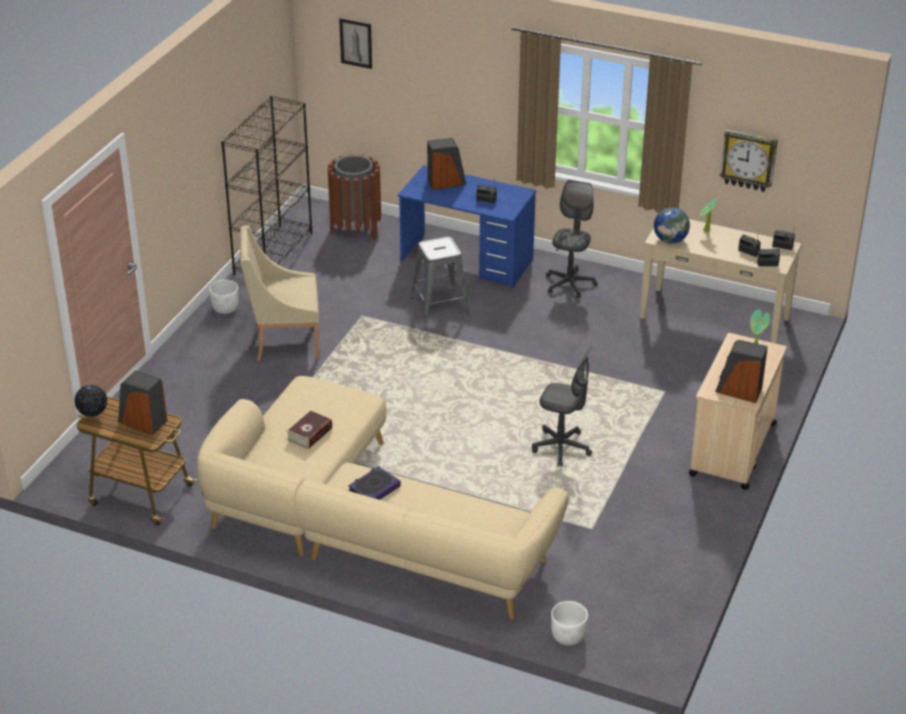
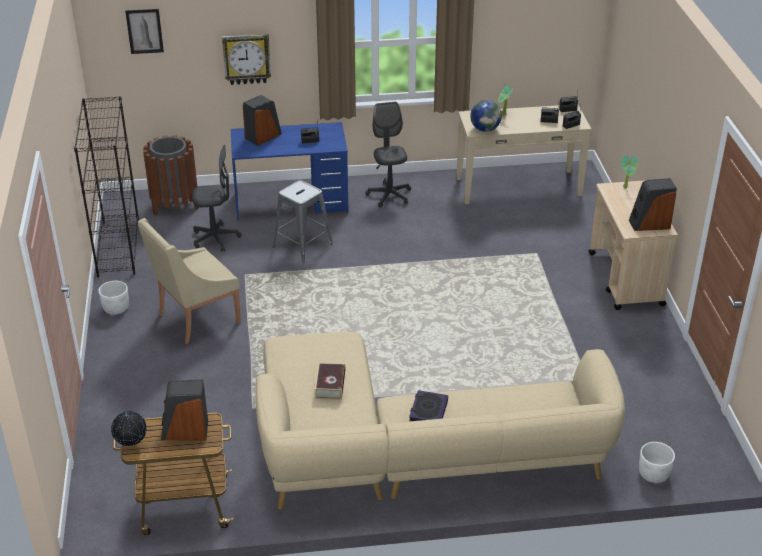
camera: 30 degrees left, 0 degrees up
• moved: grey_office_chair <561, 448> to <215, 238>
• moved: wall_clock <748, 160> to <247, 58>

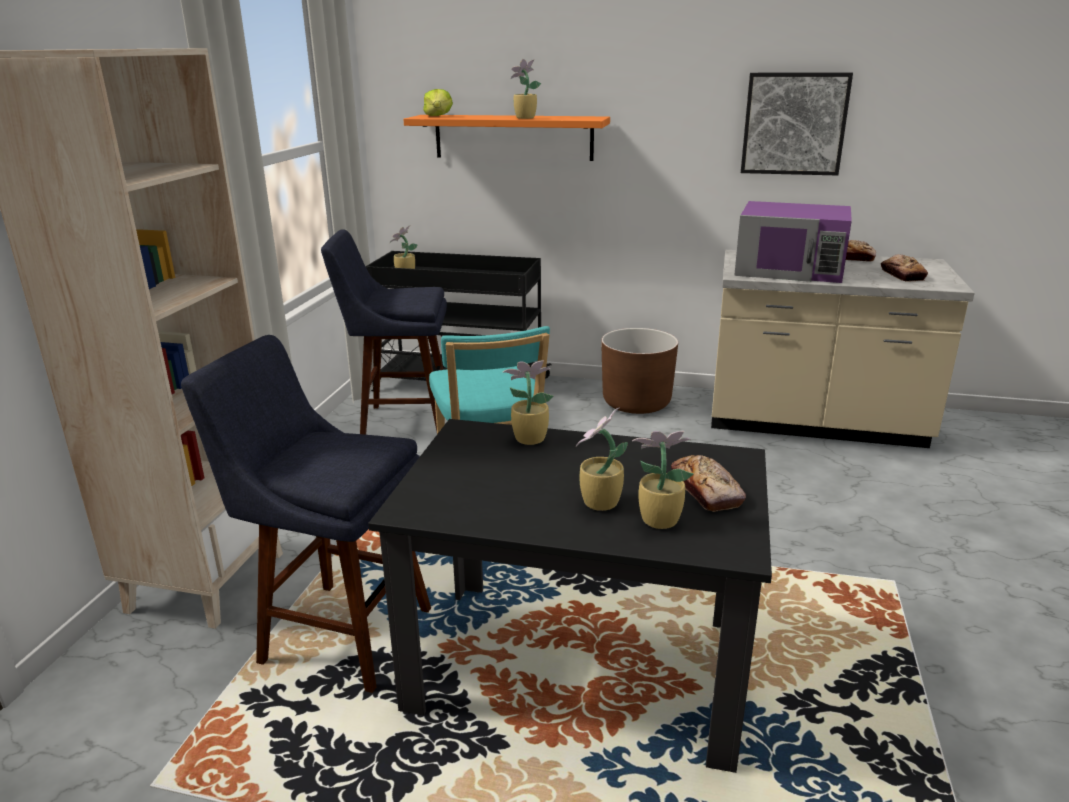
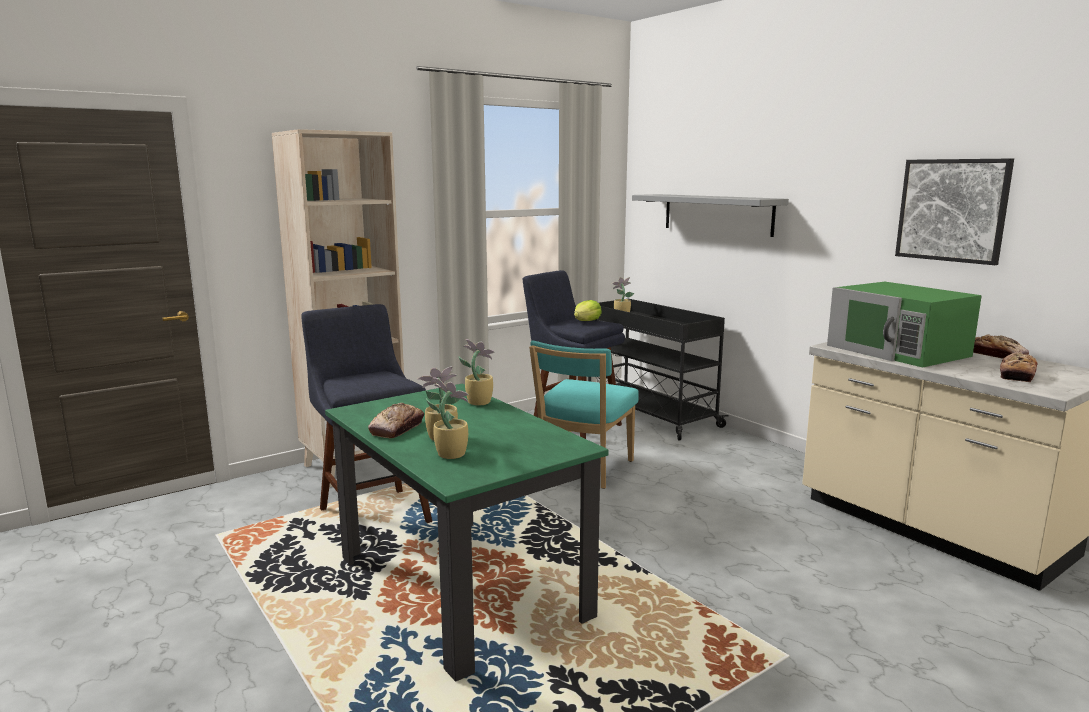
camera: 40 degrees right, 10 degrees down
• recoloured: black_dining_table <578, 668> to green_dining_table <461, 587>
• moved: bread <706, 491> to <397, 428>
• moved: lettuce <438, 116> to <586, 321>
• recoloured: orange_shelf <513, 137> to grey_shelf <717, 214>
• recoloured: purple_microwave <790, 269> to green_microwave <898, 351>
• removed: potted_plant <524, 118>
• removed: brown_planter <636, 403>

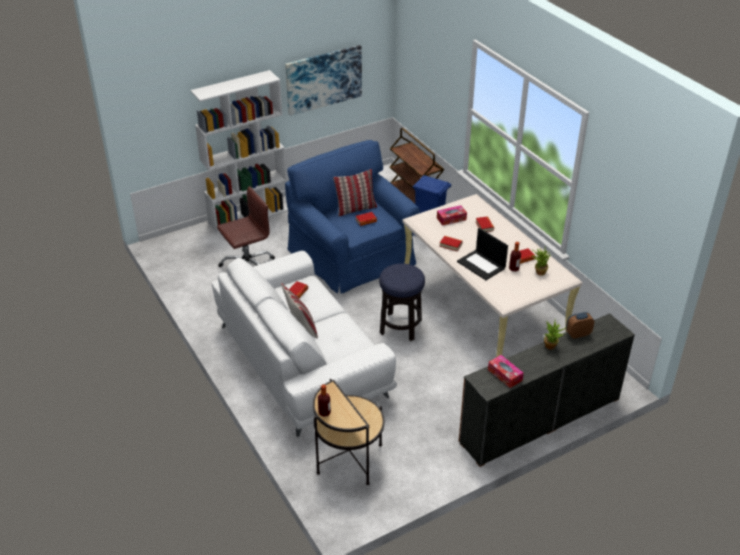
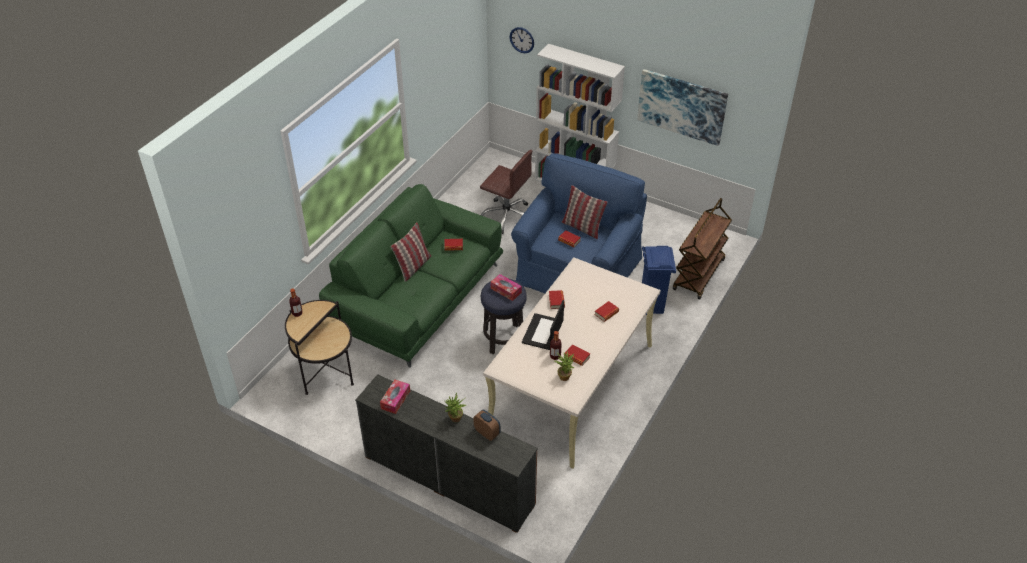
camera: 60 degrees right, 5 degrees up
• recoloured: white_sofa <302, 360> to green_sofa <417, 298>
• moved: tissue_box <451, 219> to <506, 290>
• added: wall_clock <522, 40>

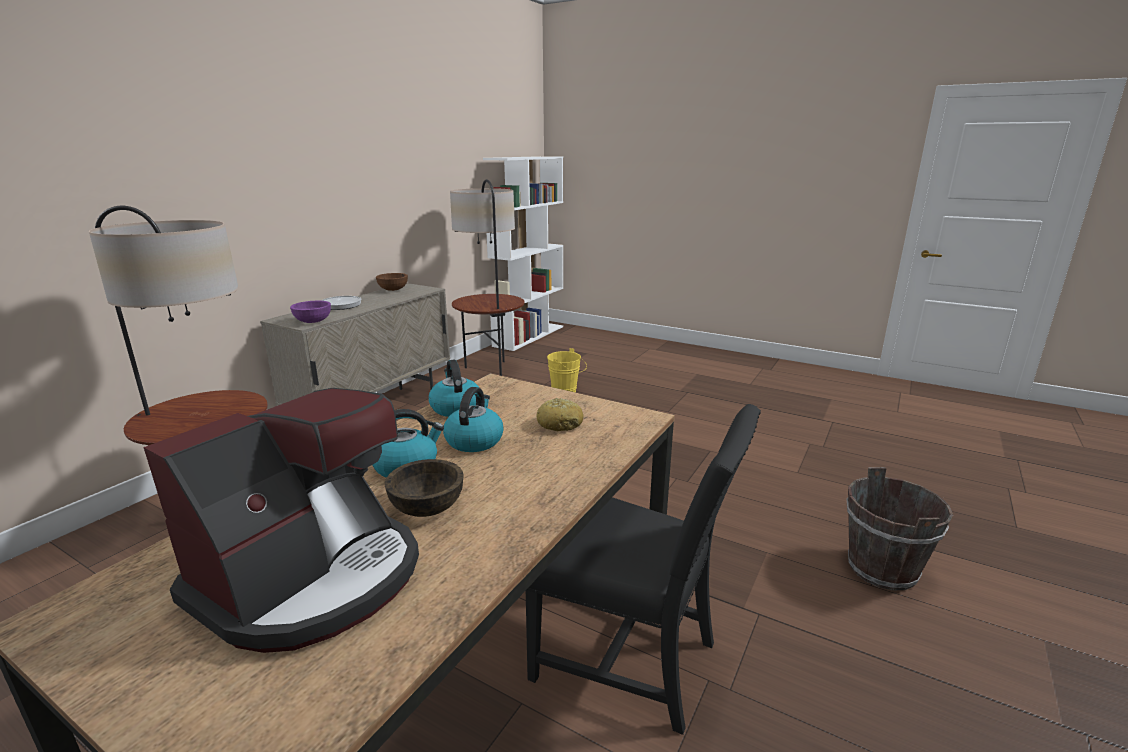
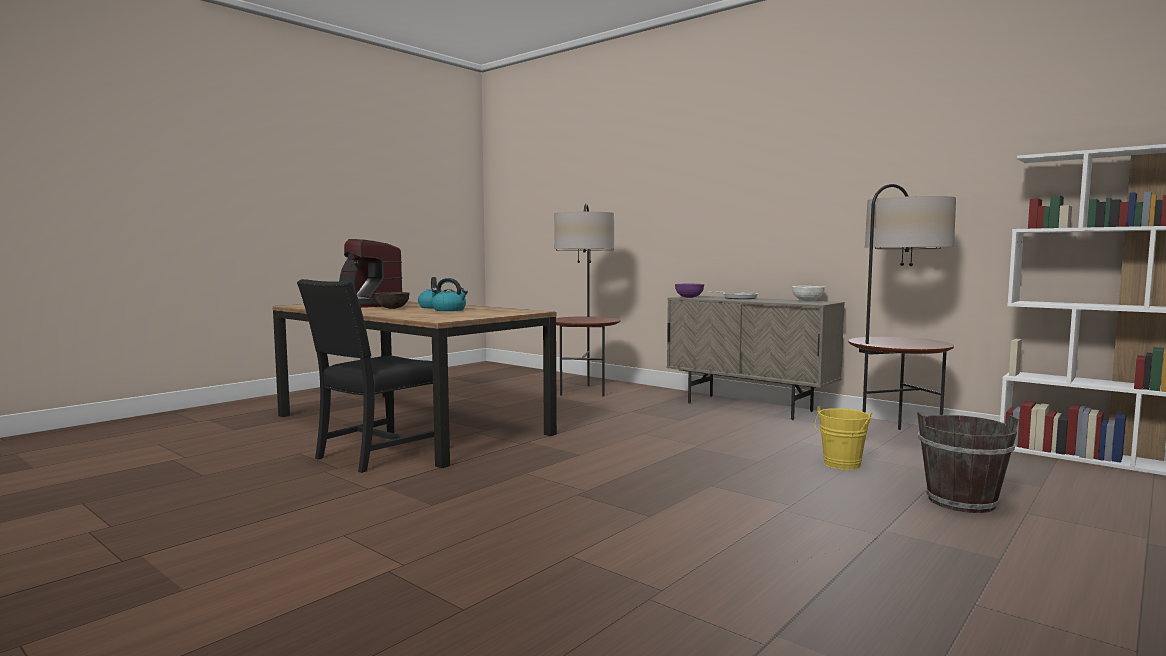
camera: 100 degrees right, 15 degrees down
• recoloured: brown_bowl <393, 290> to white_bowl <807, 300>
• moved: brown_bucket <881, 569> to <961, 501>
• removed: kettle <455, 408>
• removed: bread <560, 424>

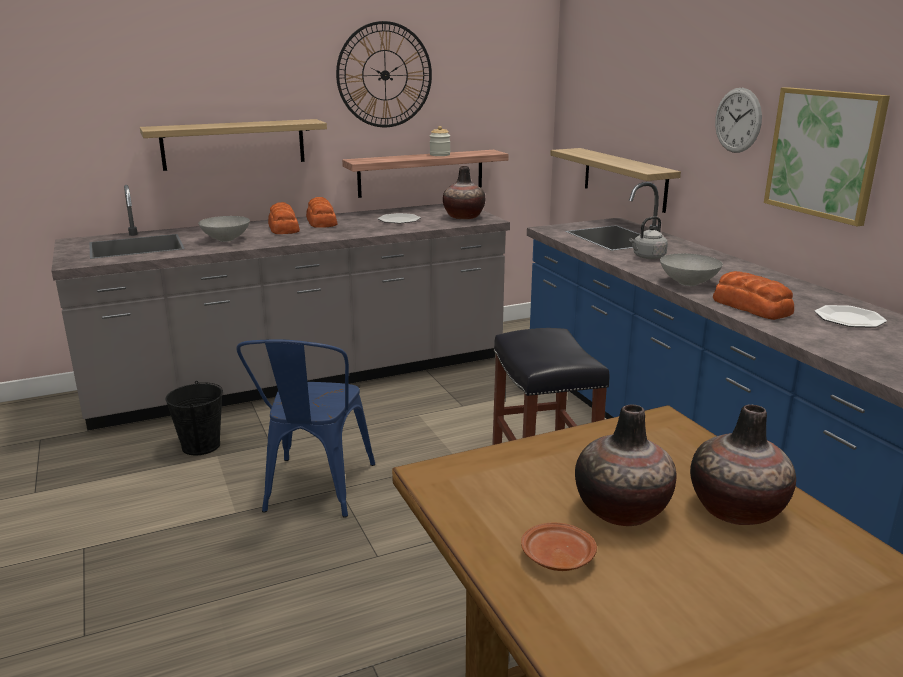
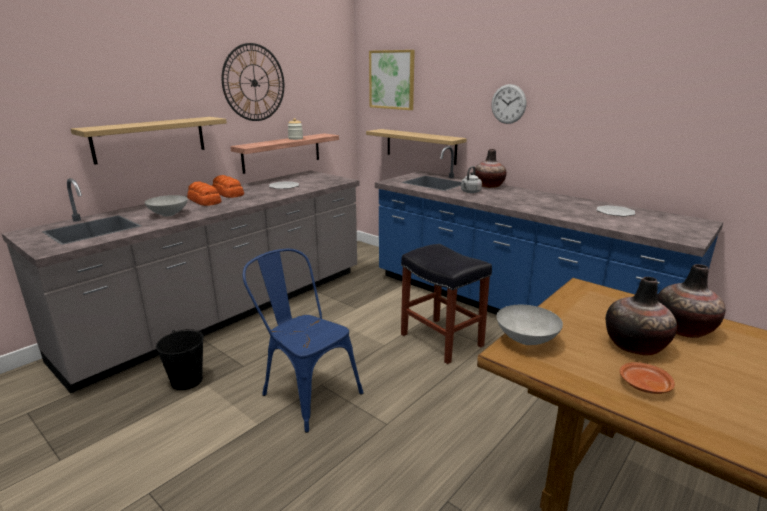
camera: 25 degrees left, 0 degrees up
• turned: blue_chair <314, 492> = <305, 392> 150 degrees clockwise
• moved: picture <824, 153> to <392, 80>
• moved: vase <463, 217> to <488, 186>
• moved: grey_bowl <689, 283> to <527, 340>
• removed: bread <751, 306>

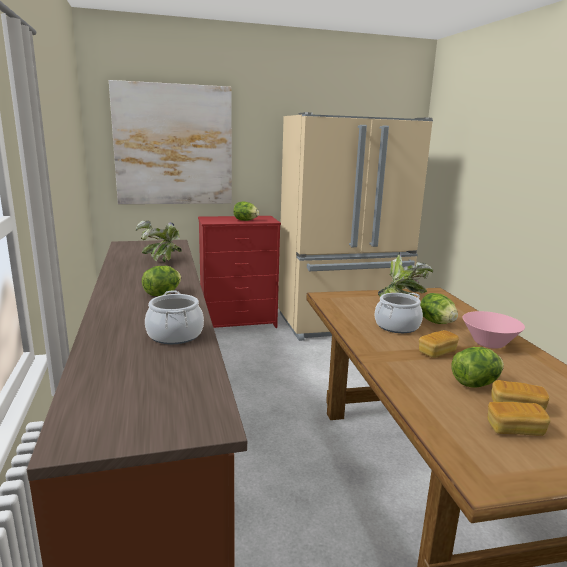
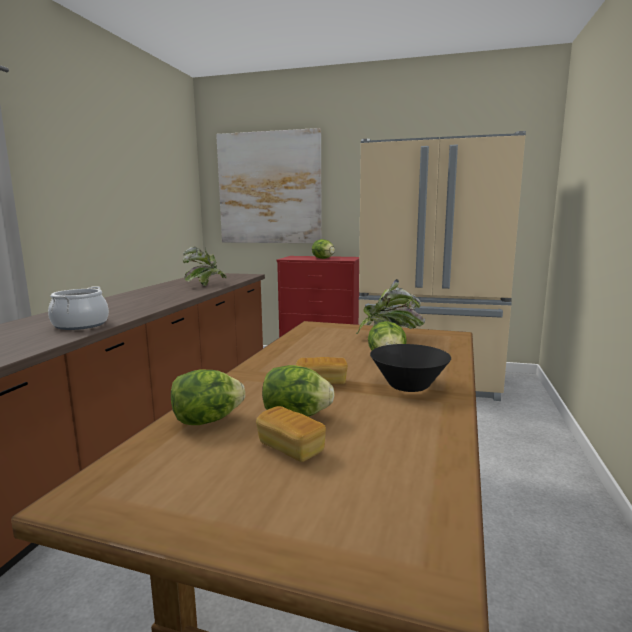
camera: 30 degrees right, 5 degrees down
• moved: lettuce <162, 294> to <207, 420>
• recoloured: pink_bowl <489, 343> to black_bowl <408, 386>
• removed: cooking_pot <396, 326>
• removed: bread <514, 429>

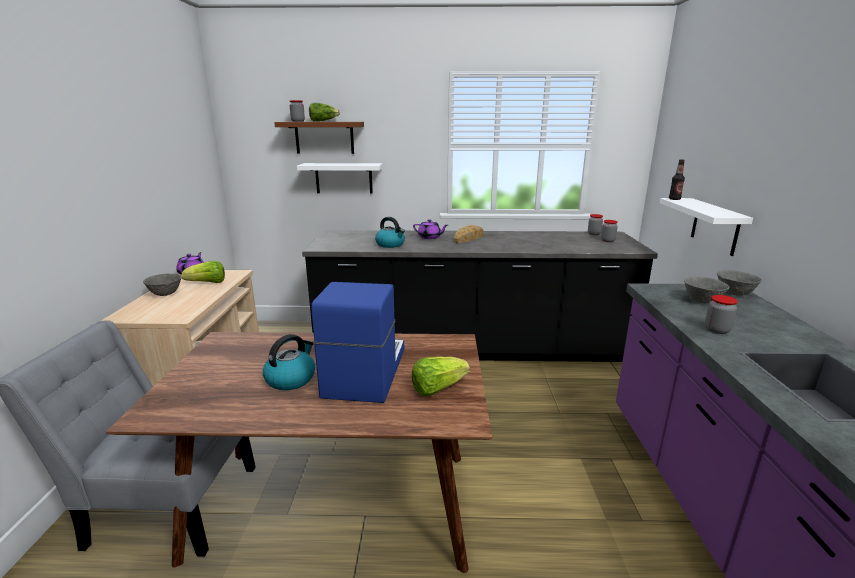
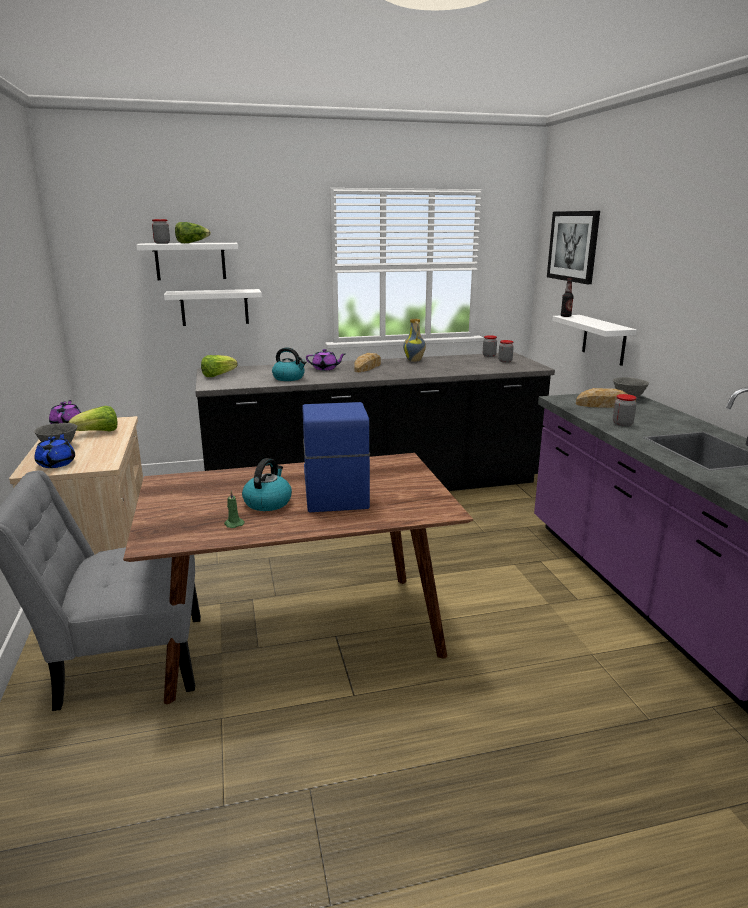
camera: 15 degrees left, 0 degrees up
• added: blue_teapot <57, 463>
• recoloured: brown_shelf <324, 137> to white_shelf <190, 261>
• moved: lettuce <437, 388> to <218, 375>
• added: green_candle <233, 524>
• added: vase <414, 360>
• added: picture <573, 246>
• replaced: grey_bowl <702, 301> to bread <605, 405>

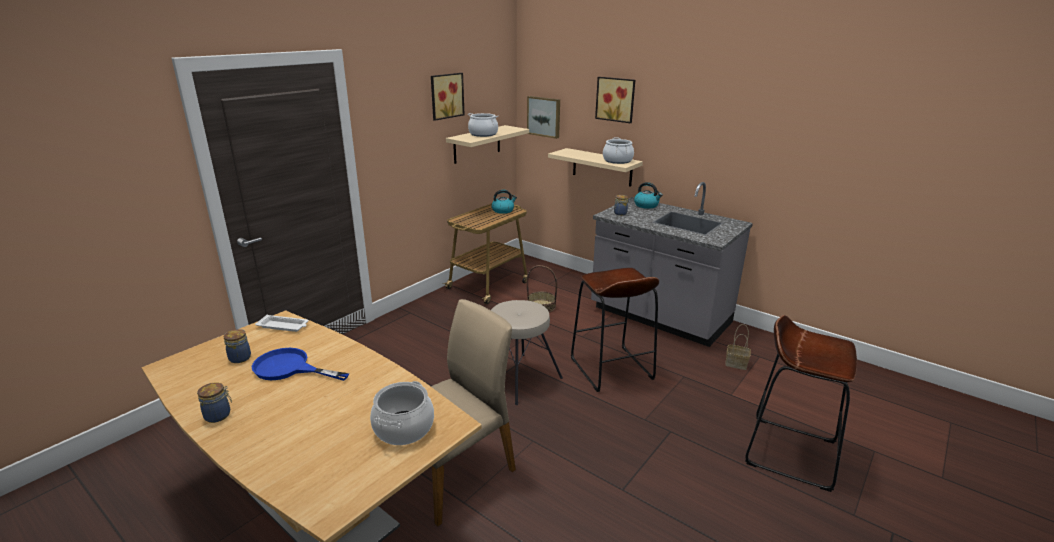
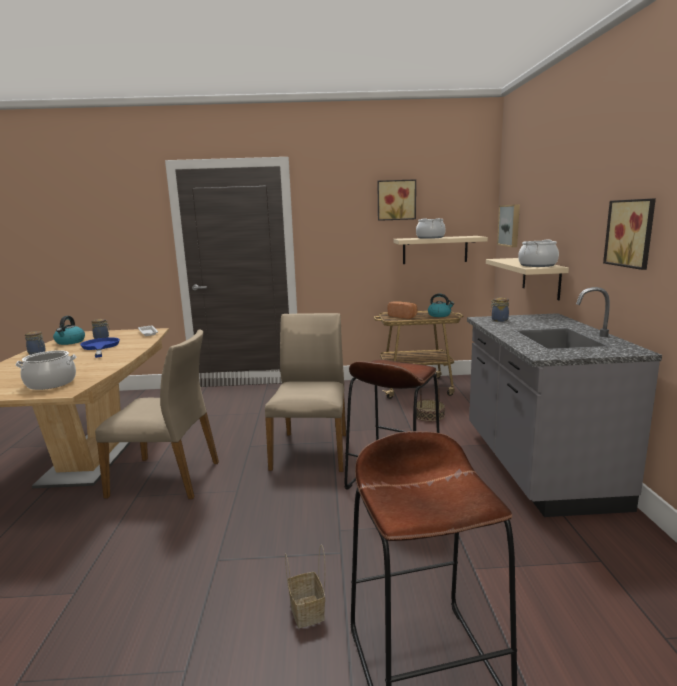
camera: 50 degrees right, 10 degrees down
• moved: kettle <646, 205> to <70, 342>
• replaced: beige_stool <519, 378> to beige_chair <311, 450>
• moved: basket <737, 363> to <308, 611>
• added: bread <403, 316>
• moved: picture <616, 99> to <632, 233>

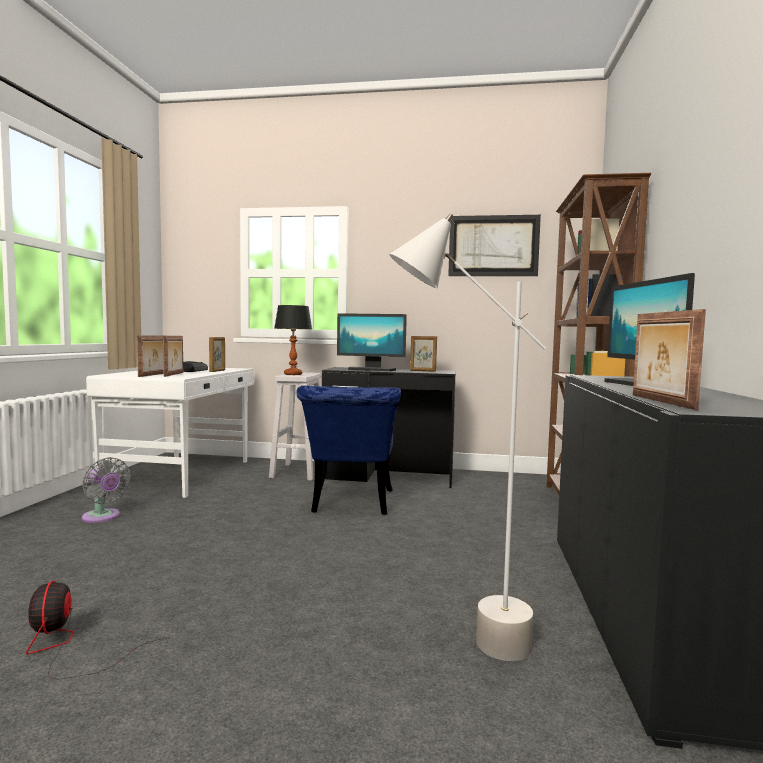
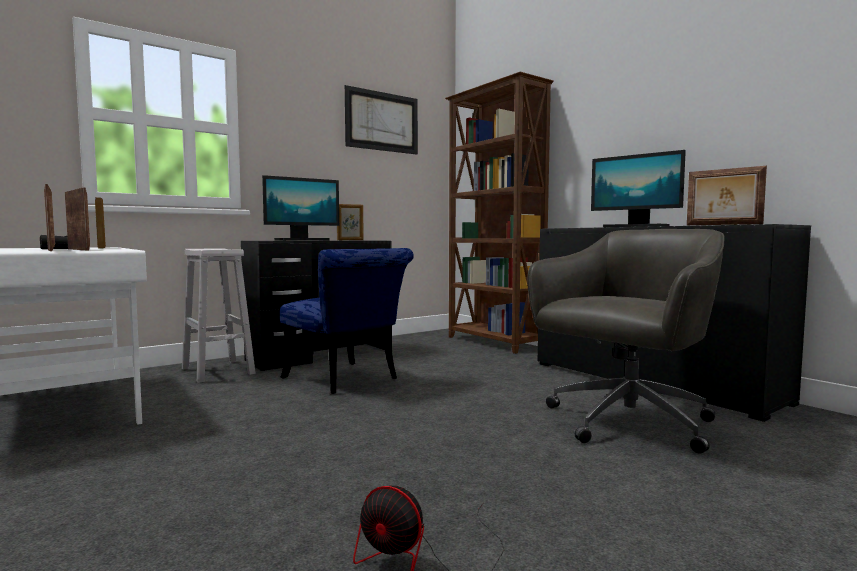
camera: 45 degrees left, 0 degrees up
• replaced: grey_floor_lamp <458, 644> to grey_office_chair <626, 423>
• removed: grey_fan <103, 517>
• removed: table_lamp <292, 374>

